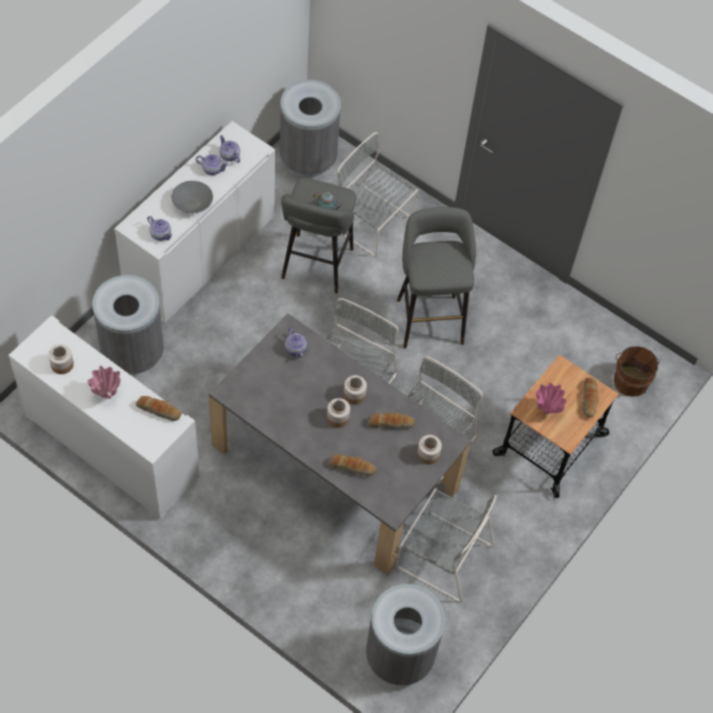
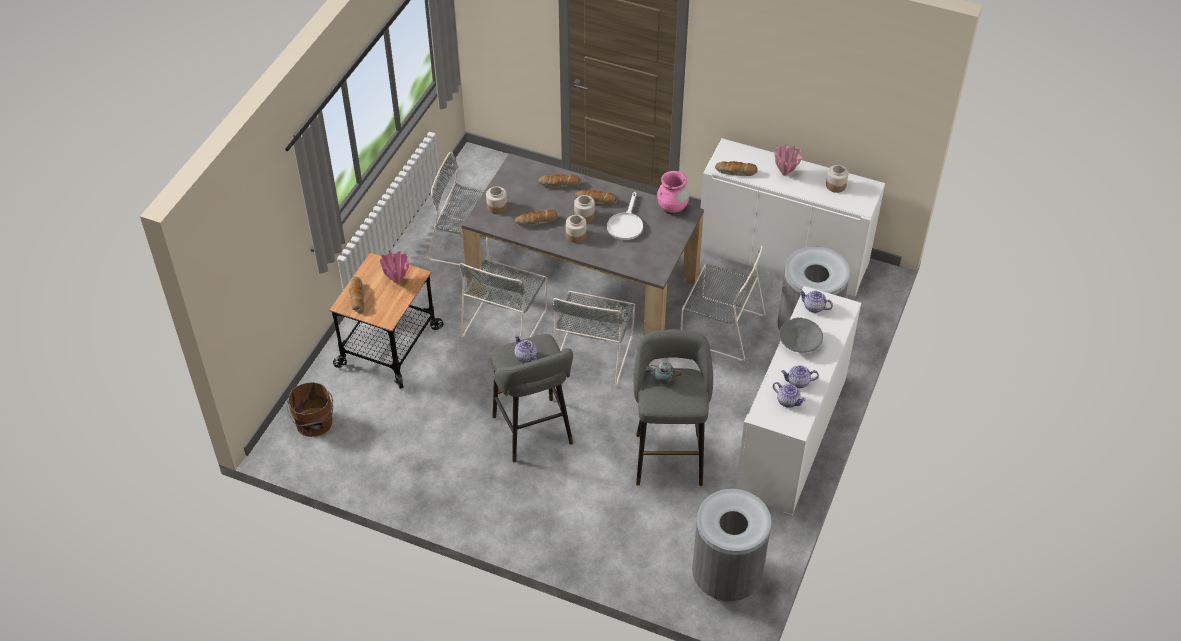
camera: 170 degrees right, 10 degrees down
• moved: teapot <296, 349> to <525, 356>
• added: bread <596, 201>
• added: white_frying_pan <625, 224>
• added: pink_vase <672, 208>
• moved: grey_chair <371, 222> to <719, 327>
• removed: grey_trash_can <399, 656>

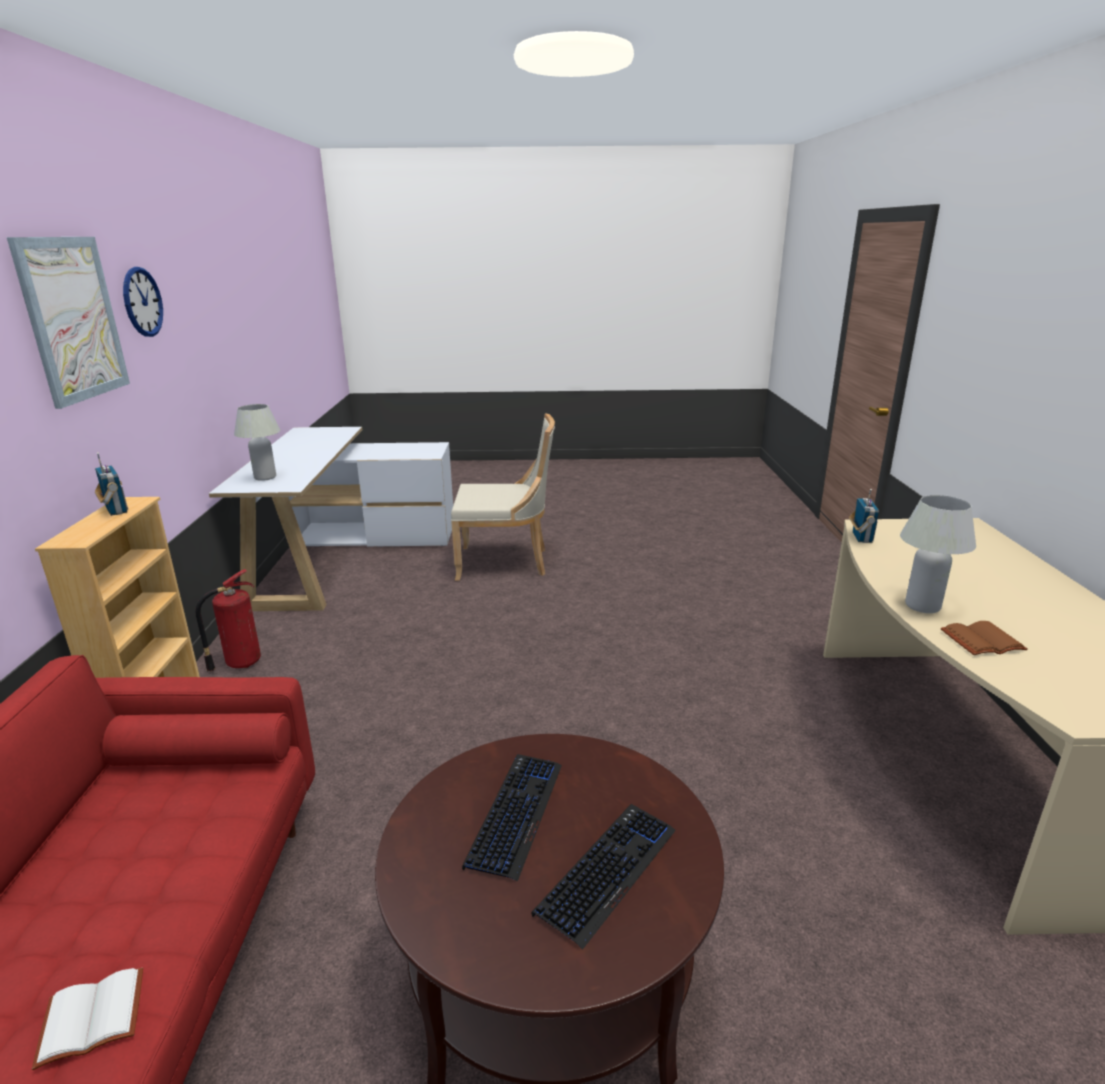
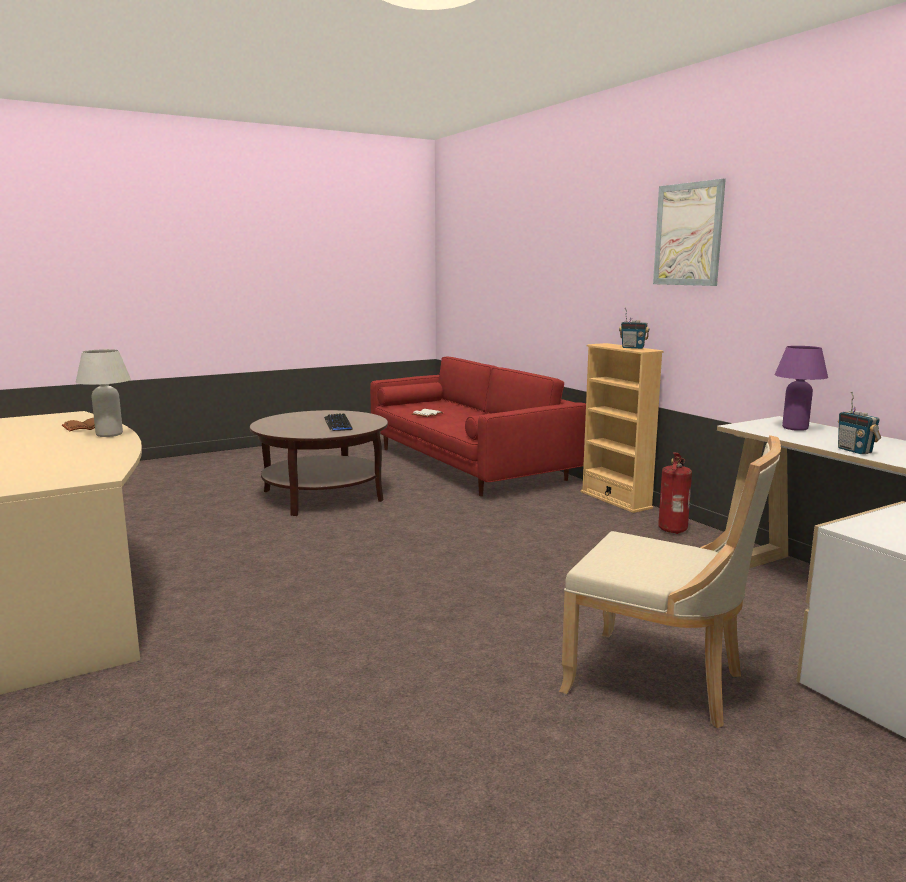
camera: 150 degrees right, 10 degrees down
• turned: beige_chair <506, 563> = <661, 681> 120 degrees counterclockwise
• recoloured: white_table_lamp <265, 477> to purple_table_lamp <795, 428>
• moved: radio <861, 537> to <855, 451>
• removed: wall_clock <142, 302>
• removed: keyboard <607, 871>

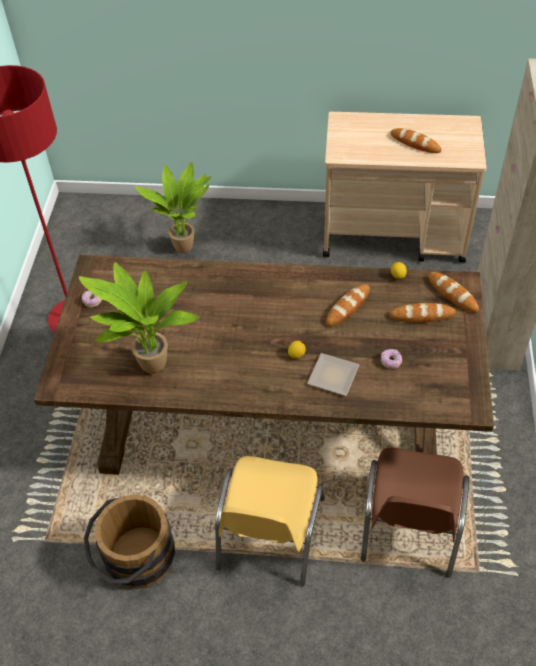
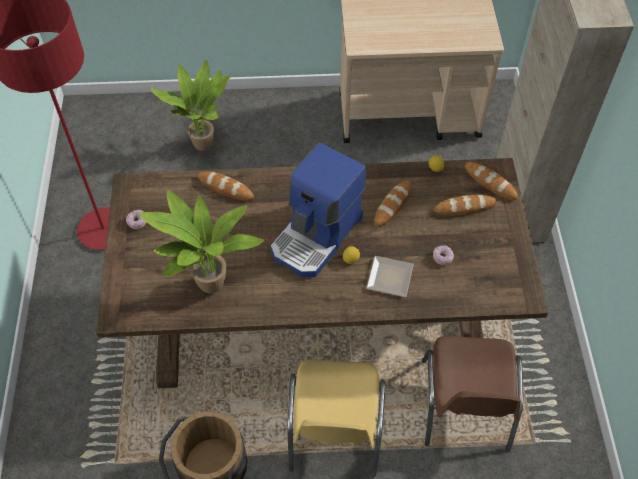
camera: 10 degrees left, 5 degrees up
• moved: bread <415, 143> to <226, 188>
• added: coffee_machine <317, 236>

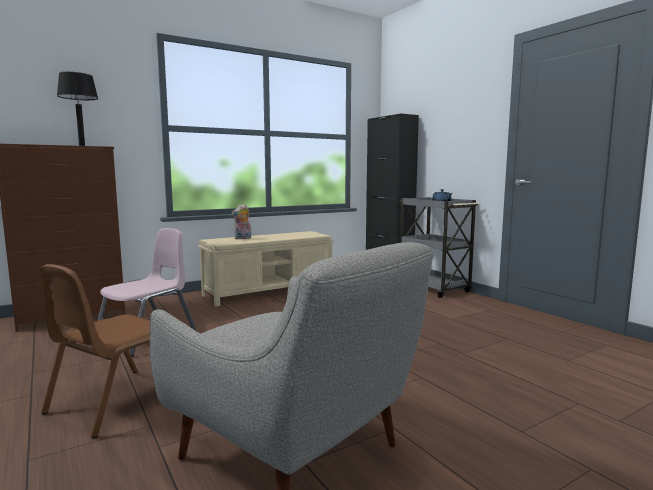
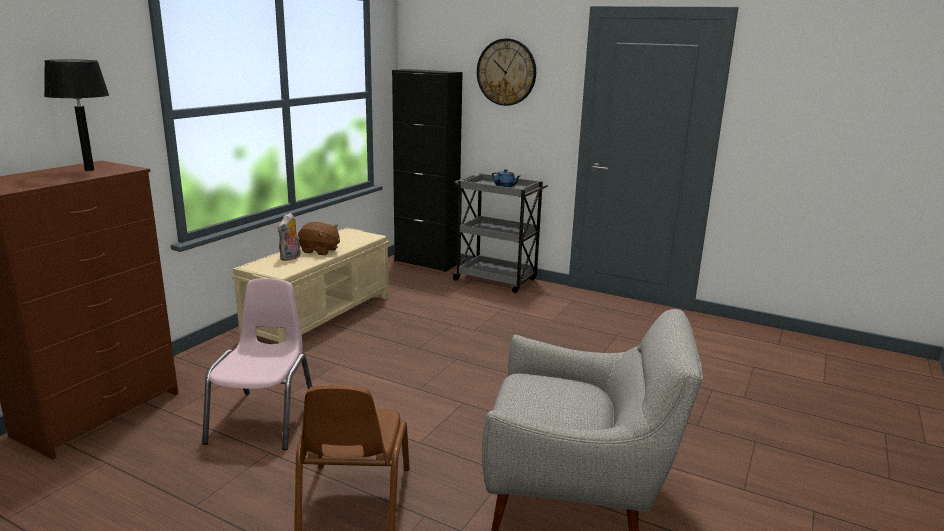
camera: 30 degrees left, 10 degrees up
• added: brown_plush_toy <320, 251>
• added: wall_clock <506, 72>

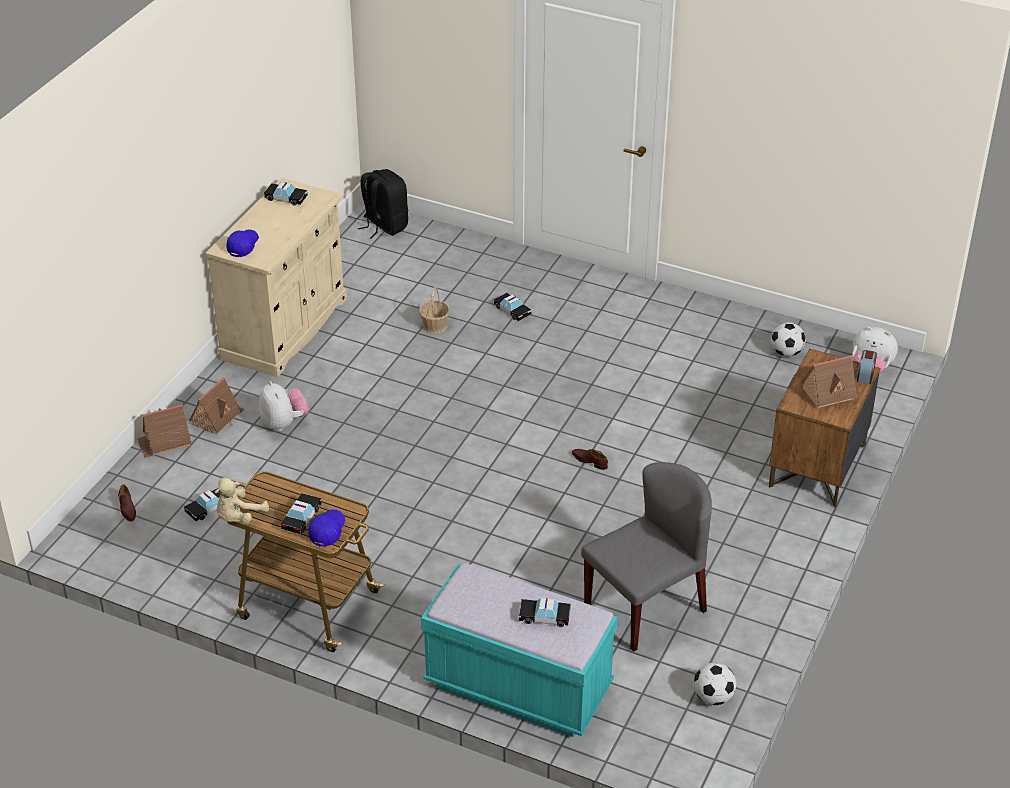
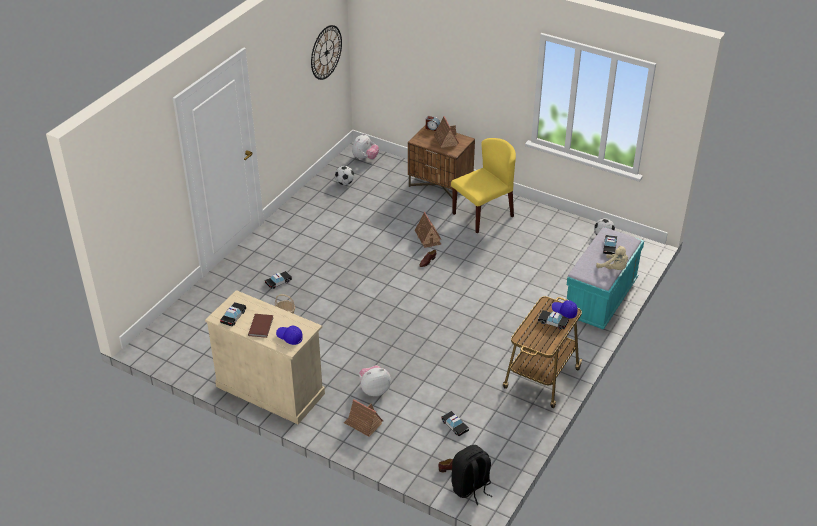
camera: 85 degrees left, 0 degrees up
• added: brown_book <261, 326>
• added: wall_clock <326, 52>
• moved: toy_house <164, 442> to <428, 238>
• added: yellow_chair <483, 214>
• moved: black_backpack <384, 226> to <471, 488>
• moved: beige_plush_toy <238, 517> to <614, 269>
• removed: grey_chair <645, 606>

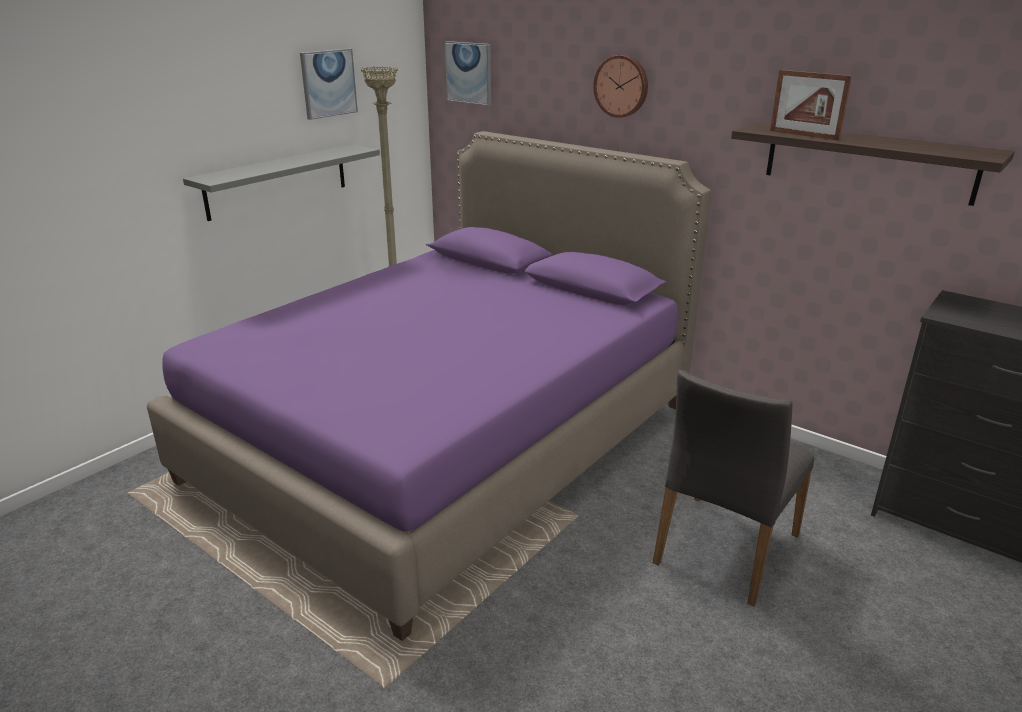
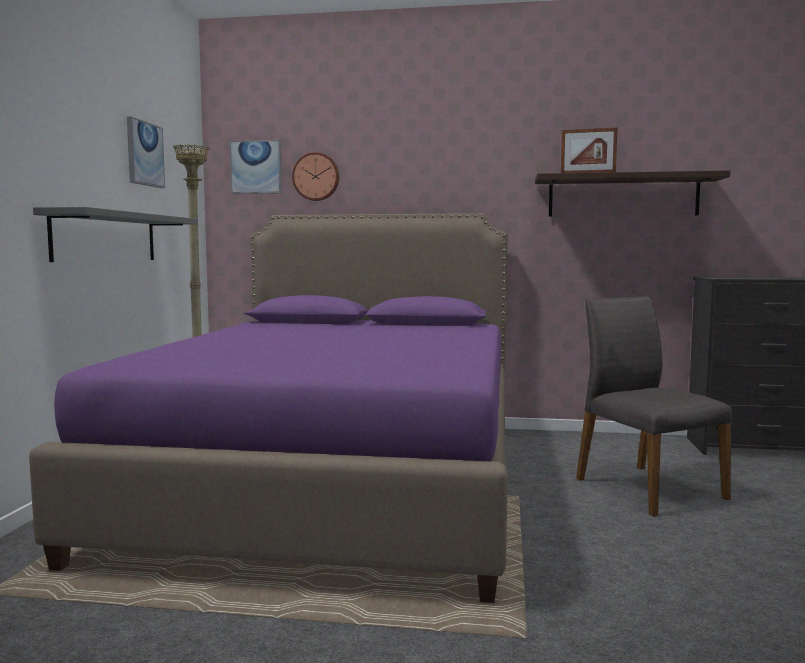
camera: 30 degrees left, 20 degrees down
• moved: wall_clock <622, 86> to <316, 177>
• turned: grey_chair <724, 548> = <646, 488> 150 degrees clockwise

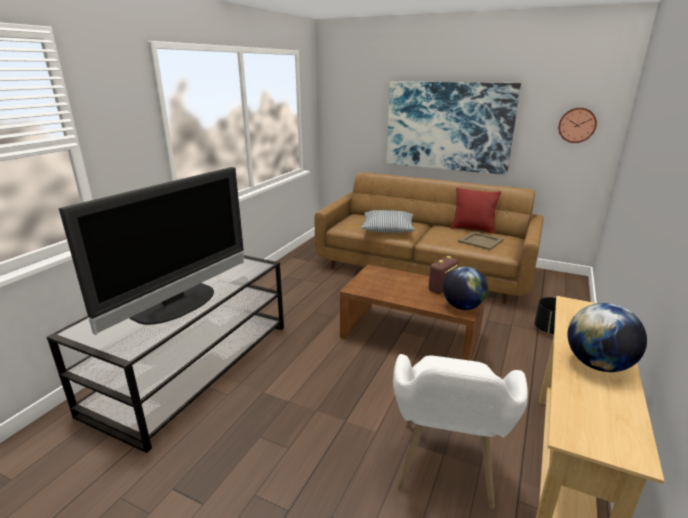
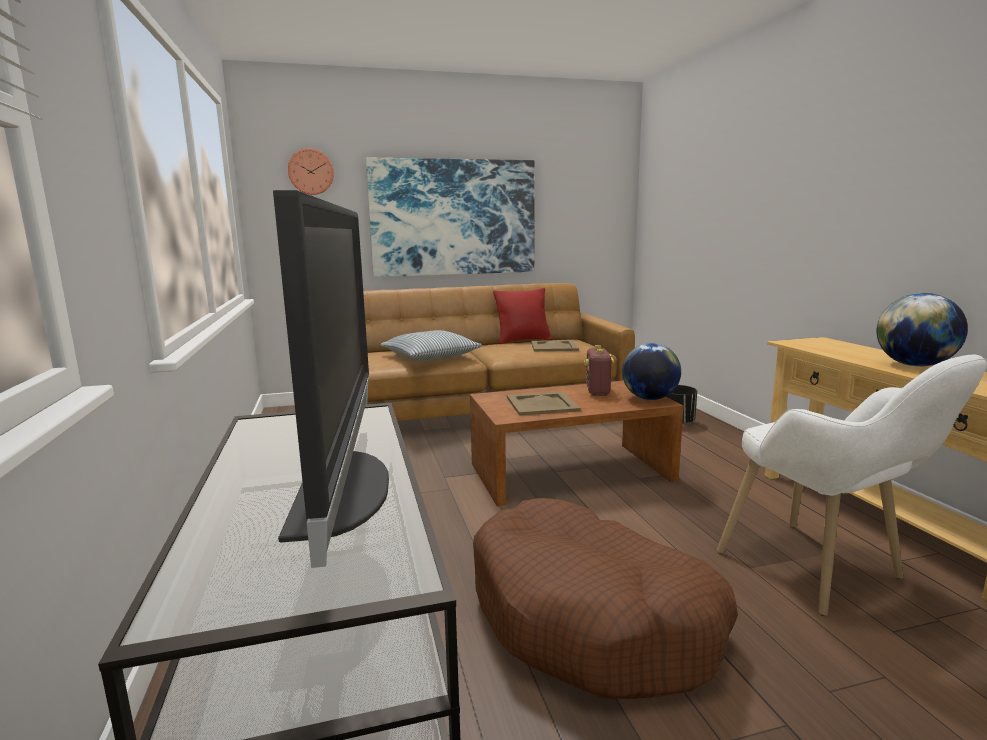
camera: 40 degrees left, 10 degrees down
• moved: wall_clock <577, 125> to <311, 172>
• added: brown_dog_bed <592, 618>
• added: beige_tray <541, 404>

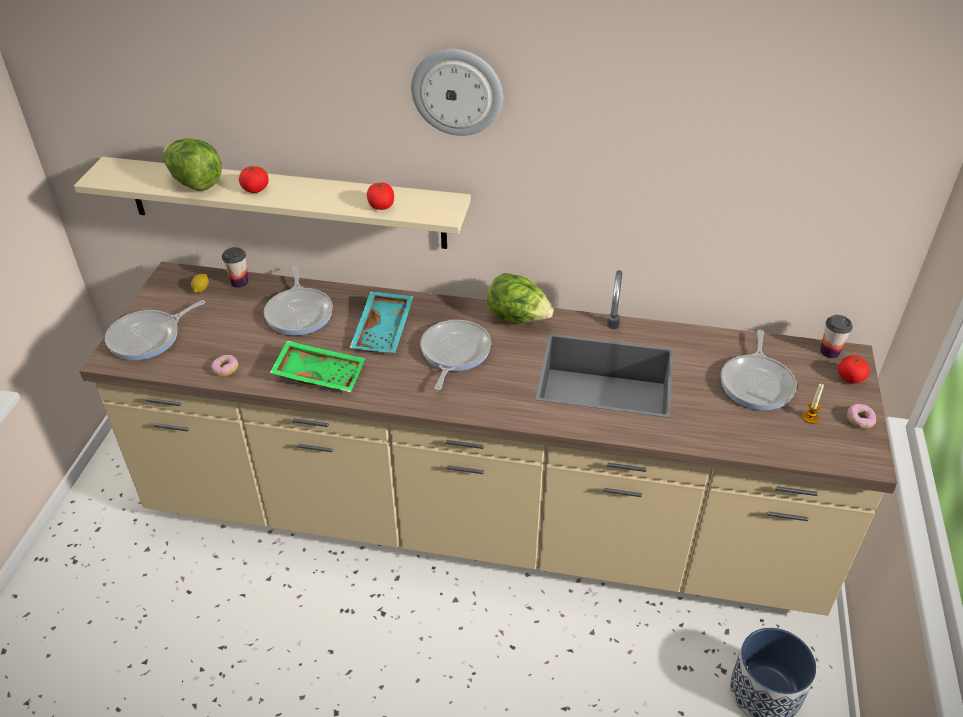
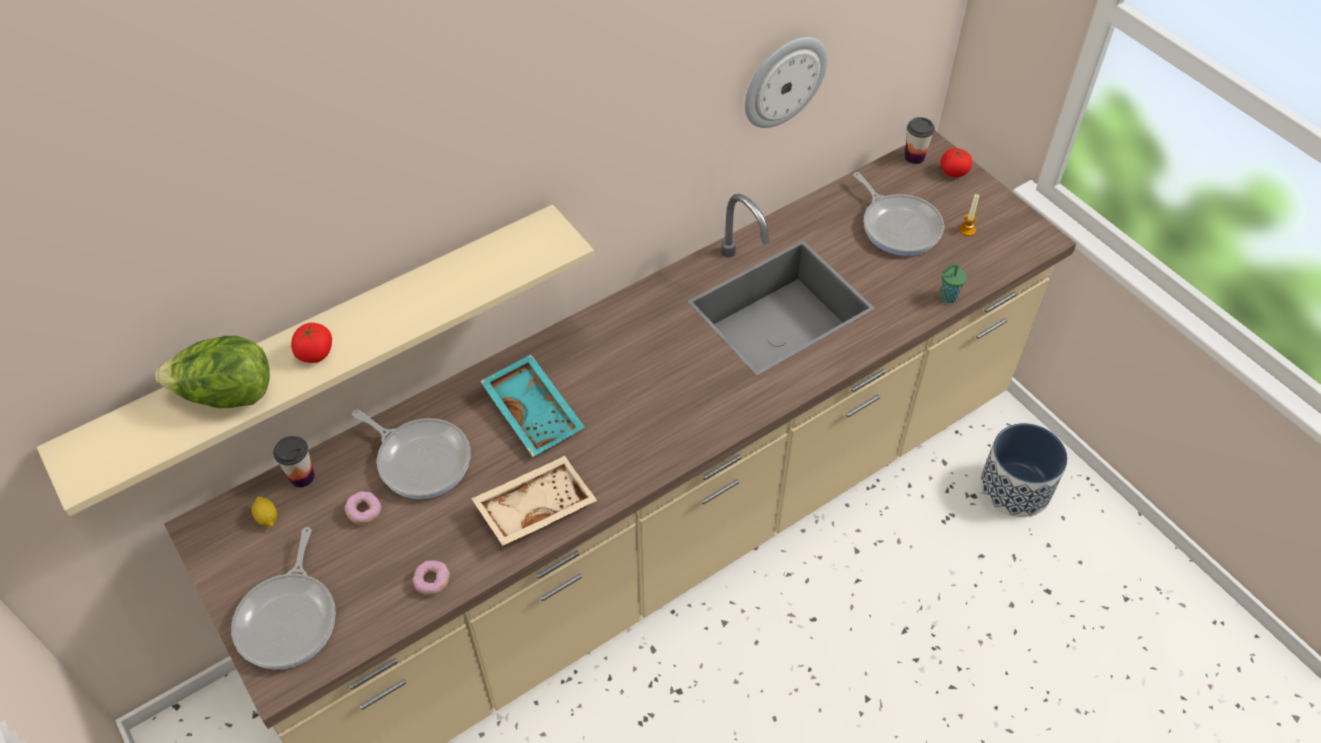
camera: 45 degrees left, 10 degrees up
• moved: donut <859, 421> to <364, 512>
• recoloured: green_tray <320, 373> to beige_tray <535, 506>
• moved: wall_clock <457, 92> to <783, 81>
• added: green_cup <947, 297>
• removed: tomato <381, 206>
• removed: frying_pan <454, 353>
• removed: lettuce <518, 318>

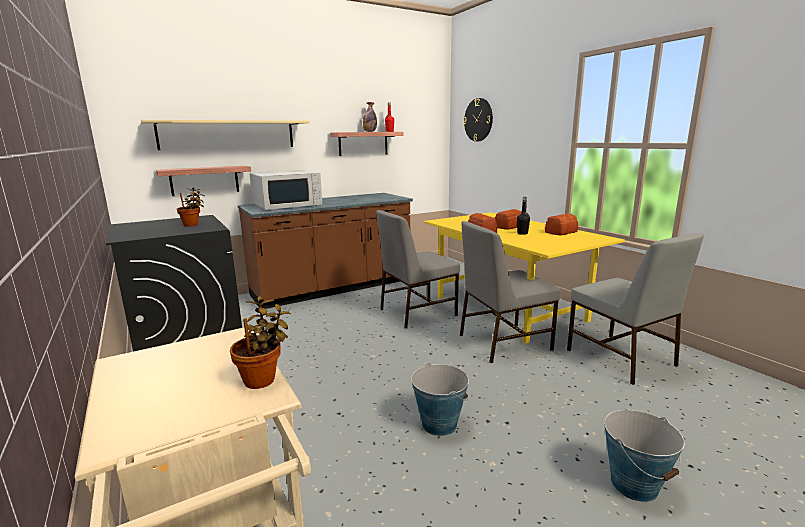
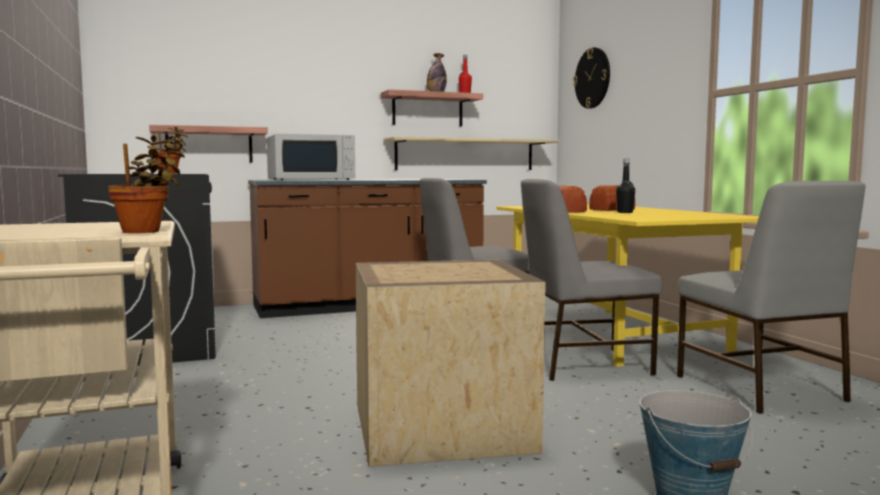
camera: 10 degrees right, 10 degrees down
• replaced: bucket <439, 424> to crate <438, 426>
• moved: beige_shelf <228, 135> to <465, 155>
• removed: bread <560, 232>

